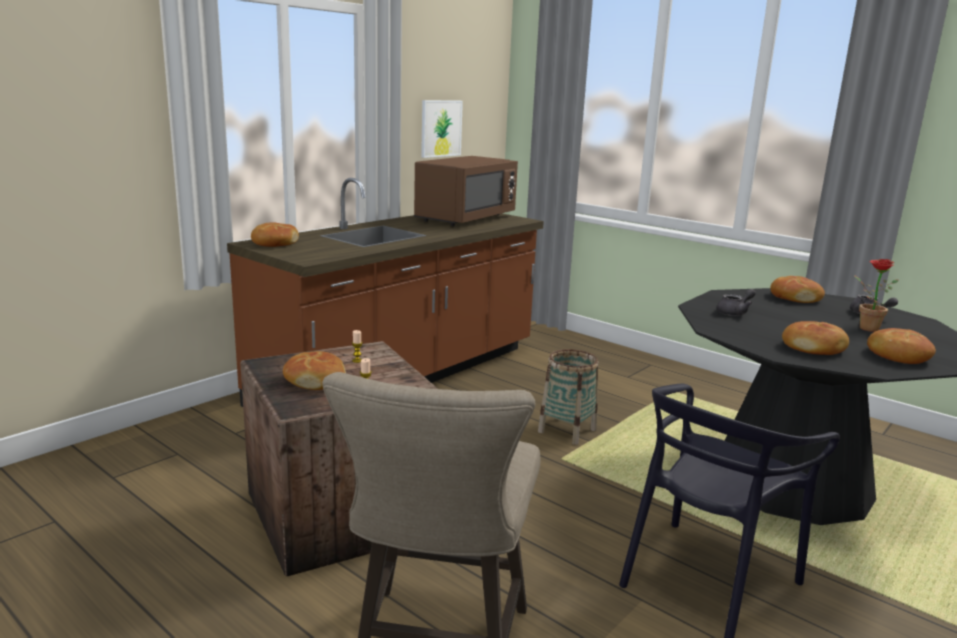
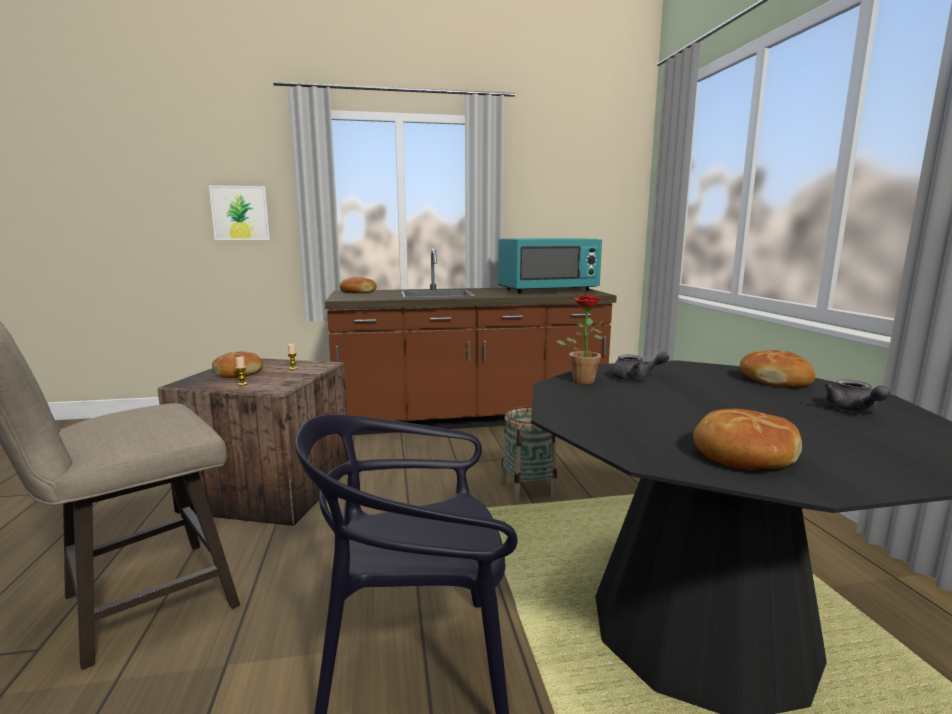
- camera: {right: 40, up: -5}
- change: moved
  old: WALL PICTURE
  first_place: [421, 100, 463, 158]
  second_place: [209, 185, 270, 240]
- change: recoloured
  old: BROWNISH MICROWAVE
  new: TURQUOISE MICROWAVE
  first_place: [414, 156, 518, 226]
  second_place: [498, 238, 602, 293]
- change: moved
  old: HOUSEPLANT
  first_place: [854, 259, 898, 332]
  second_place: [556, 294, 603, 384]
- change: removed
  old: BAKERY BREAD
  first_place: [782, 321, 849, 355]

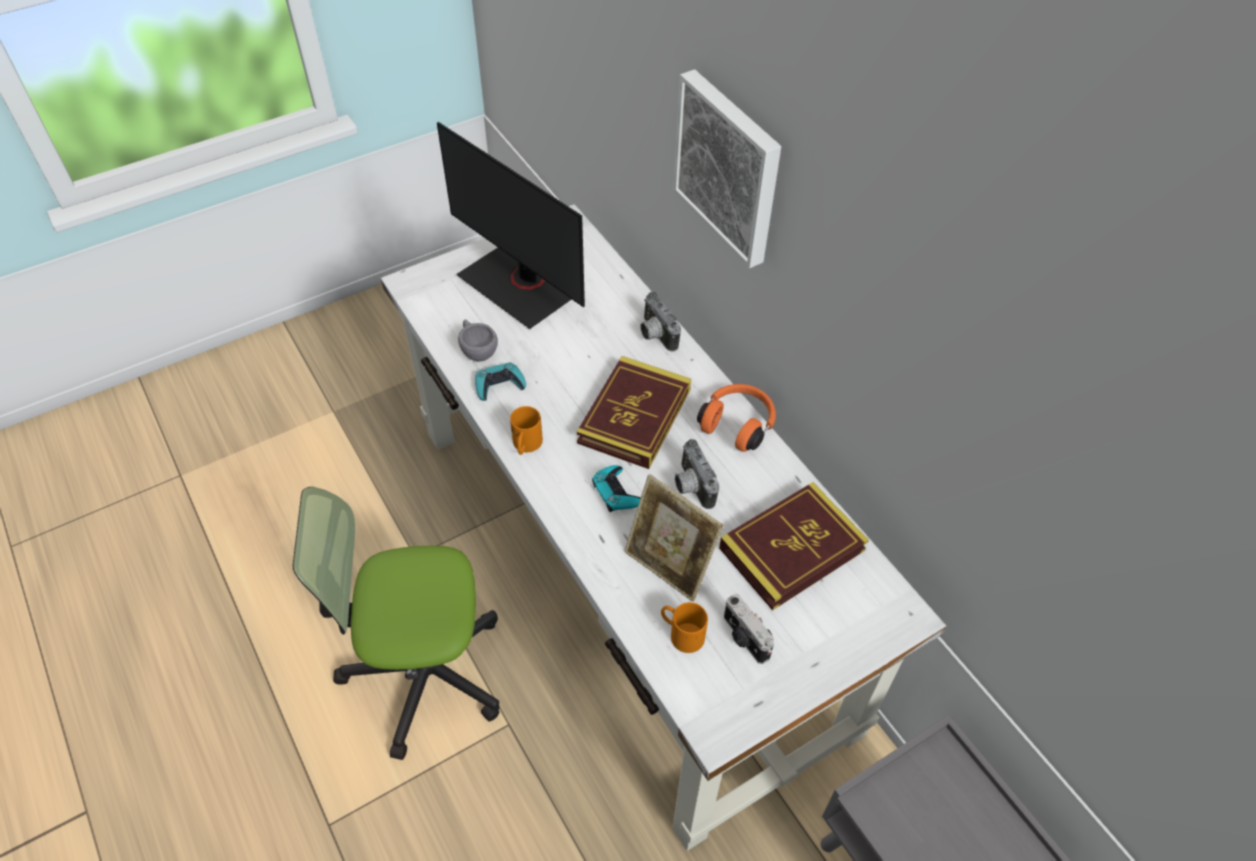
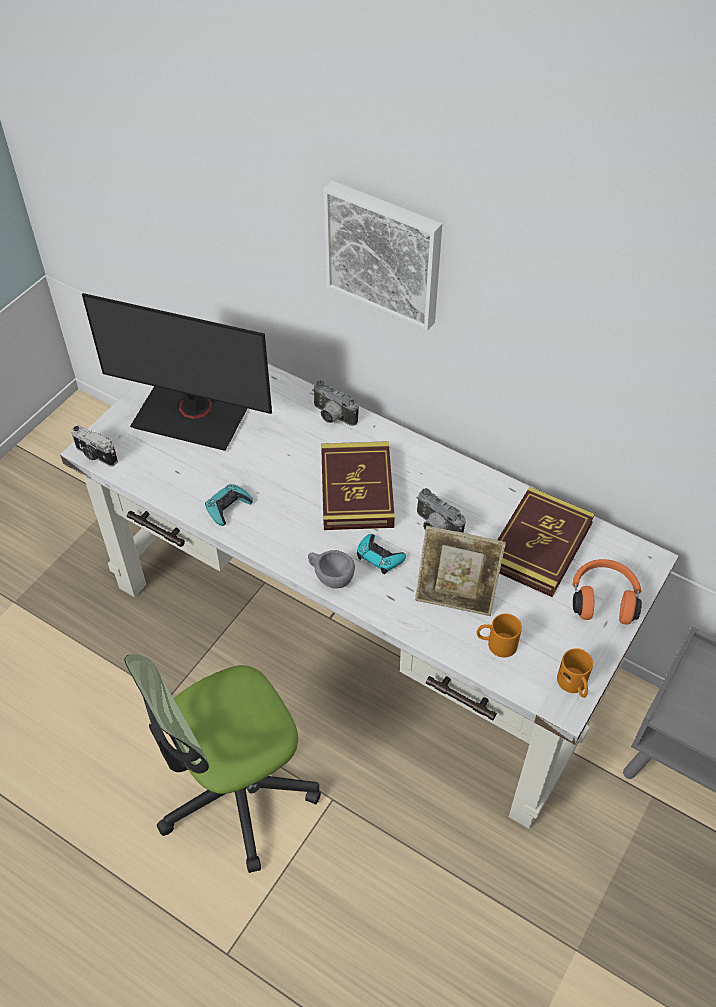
- camera: {right: -25, up: 0}
- change: moved
  old: GREY CUP
  first_place: [458, 320, 498, 362]
  second_place: [308, 550, 355, 589]
- change: moved
  old: ORANGEY PAIR OF HEADPHONES
  first_place: [697, 384, 776, 452]
  second_place: [572, 559, 642, 624]
- change: moved
  old: ORANGEY COFFEE MUG
  first_place: [510, 406, 543, 455]
  second_place: [557, 648, 593, 698]
- change: moved
  old: PHOTO CAMERA
  first_place: [724, 594, 774, 664]
  second_place: [71, 425, 118, 467]

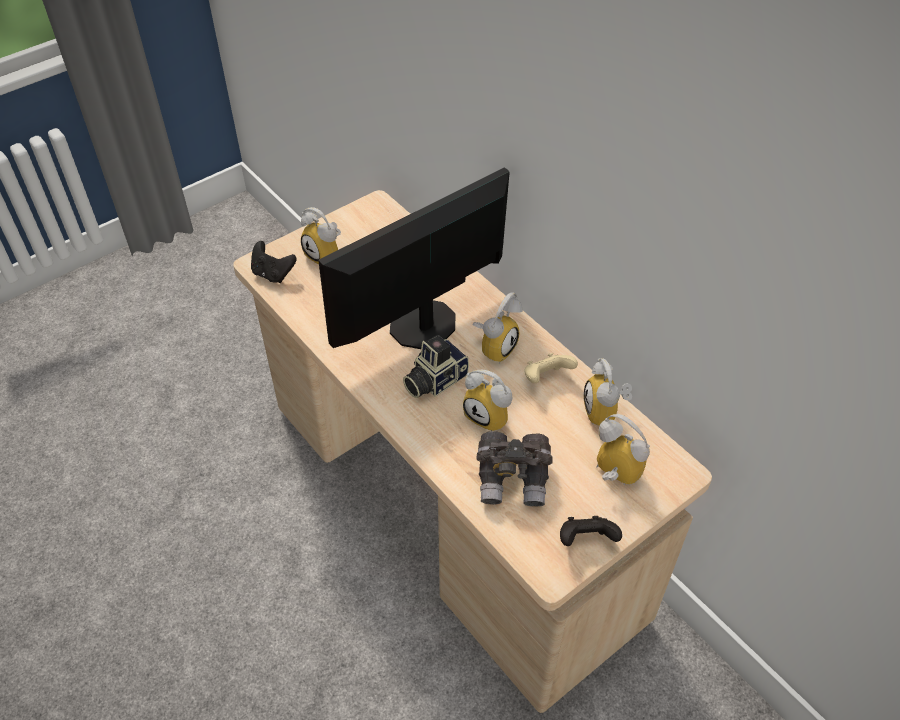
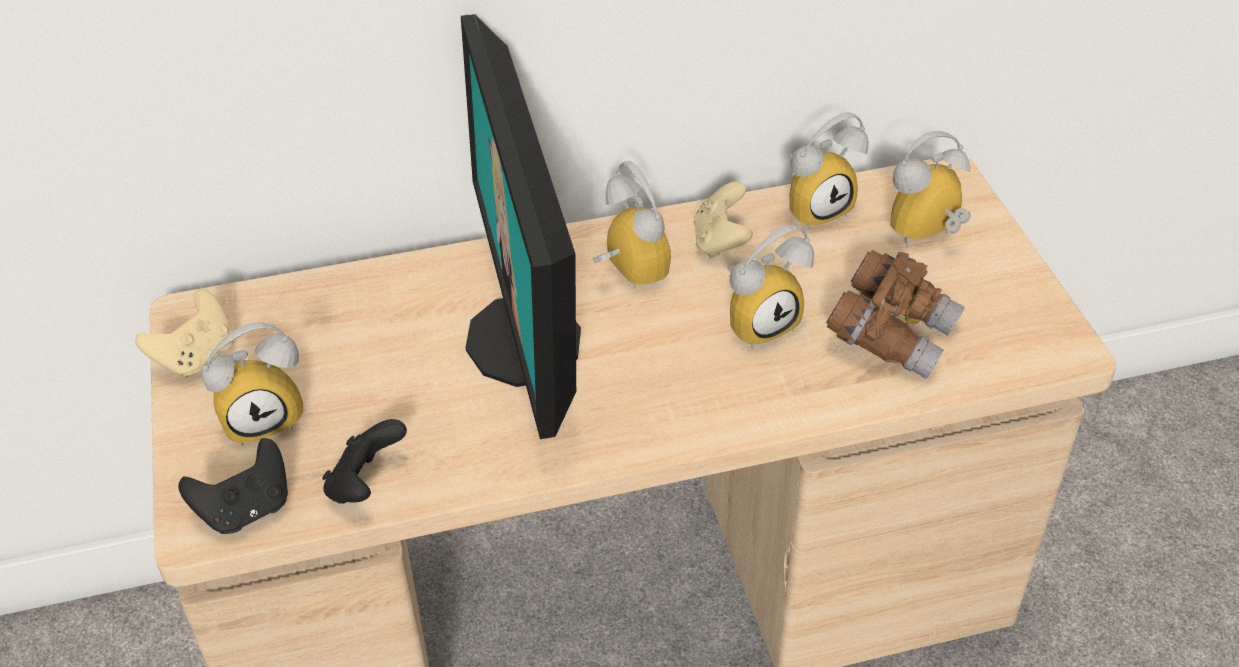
- camera: {right: -65, up: -5}
- change: removed
  old: PHOTO CAMERA
  first_place: [403, 335, 469, 398]
- change: turned
  old: BEDSIDE CLOCK
  first_place: [584, 358, 632, 426]
  second_place: [788, 112, 869, 230]
  degrees: -45
- change: recoloured
  old: GREY BINOCULARS
  new: BROWNISH BINOCULARS
  first_place: [476, 431, 553, 507]
  second_place: [826, 250, 965, 379]
- change: moved
  old: BLACK-COLOURED JOYPAD
  first_place: [560, 516, 622, 546]
  second_place: [322, 419, 407, 504]
- change: added
  new: BEIGE JOYPAD
  second_place: [135, 290, 233, 378]

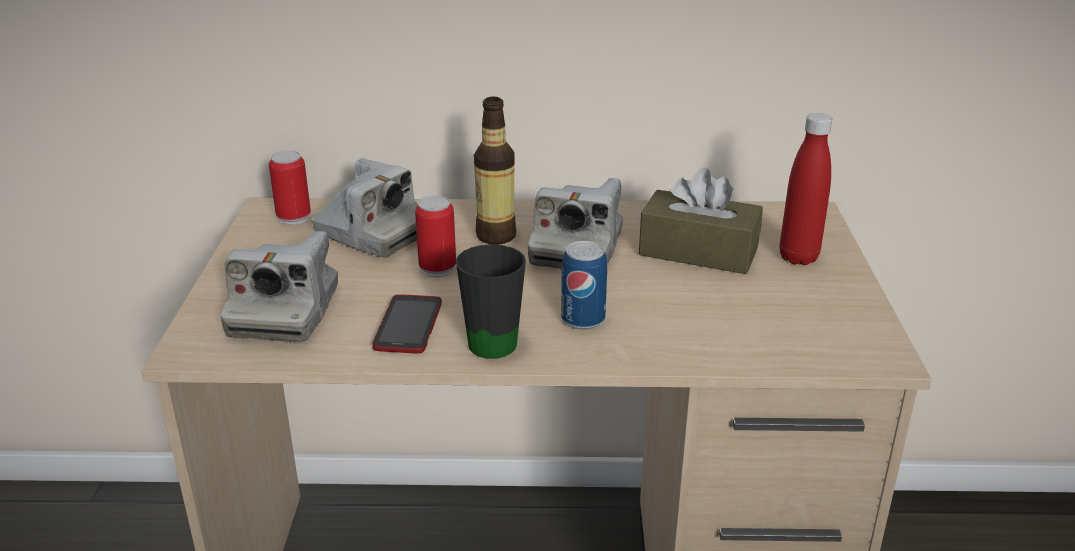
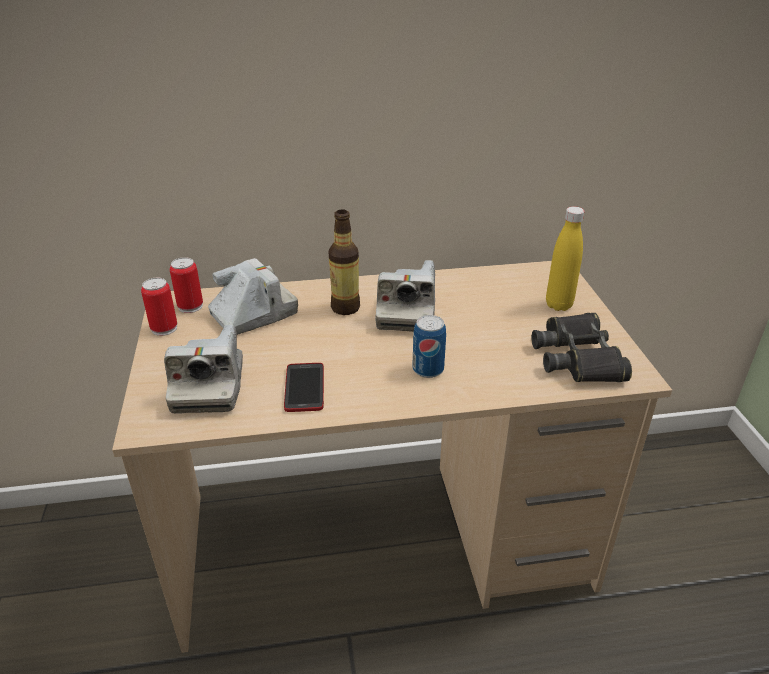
- camera: {right: -10, up: 5}
- change: recoloured
  old: RED BEVERAGE BOTTLE
  new: YELLOWISH BEVERAGE BOTTLE
  first_place: [779, 113, 832, 265]
  second_place: [546, 206, 585, 311]
- change: turned
  old: PHOTO CAMERA
  first_place: [311, 158, 418, 258]
  second_place: [208, 258, 298, 335]
  degrees: -60
- change: removed
  old: BROWNISH TISSUE HOLDER
  first_place: [639, 167, 763, 274]
- change: moved
  old: SEALED CAN
  first_place: [415, 196, 456, 277]
  second_place: [141, 278, 177, 336]
- change: removed
  old: BLACK-COLOURED COFFEE MUG
  first_place: [456, 244, 526, 359]
- change: added
  new: BLACK-COLOURED BINOCULARS
  second_place: [531, 313, 632, 382]

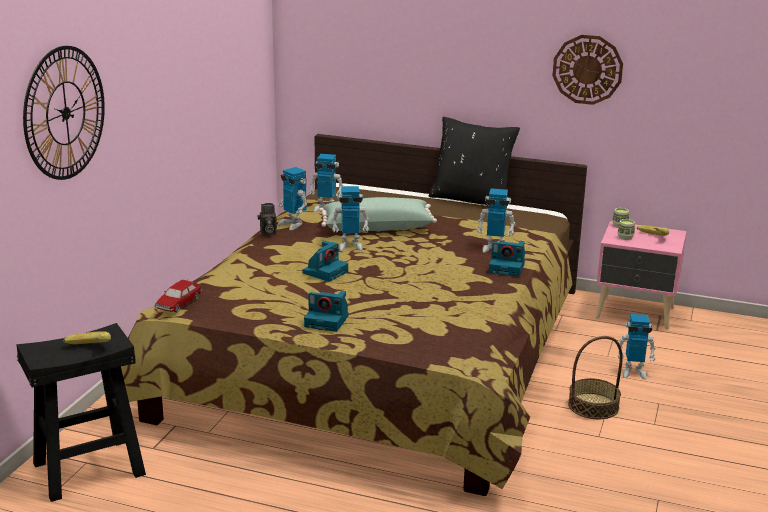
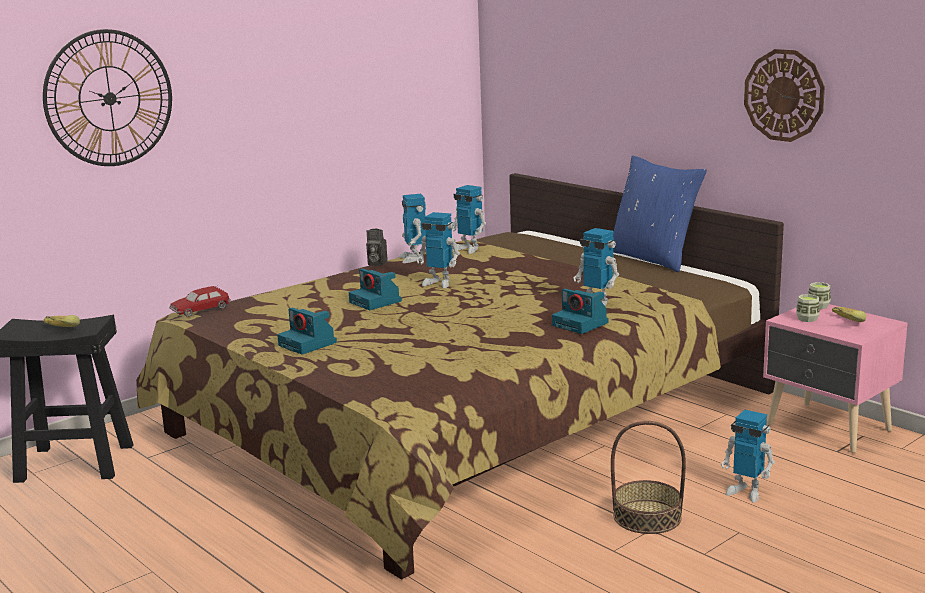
- camera: {right: 30, up: -5}
- change: recoloured
  old: BLACK-COLOURED THROW PILLOW
  new: BLUE THROW PILLOW
  first_place: [429, 117, 520, 210]
  second_place: [613, 156, 707, 272]
- change: removed
  old: GREENISH THROW PILLOW
  first_place: [319, 197, 437, 231]
- change: turned
  old: PHOTO CAMERA
  first_place: [303, 241, 348, 282]
  second_place: [349, 269, 402, 310]
  degrees: 75

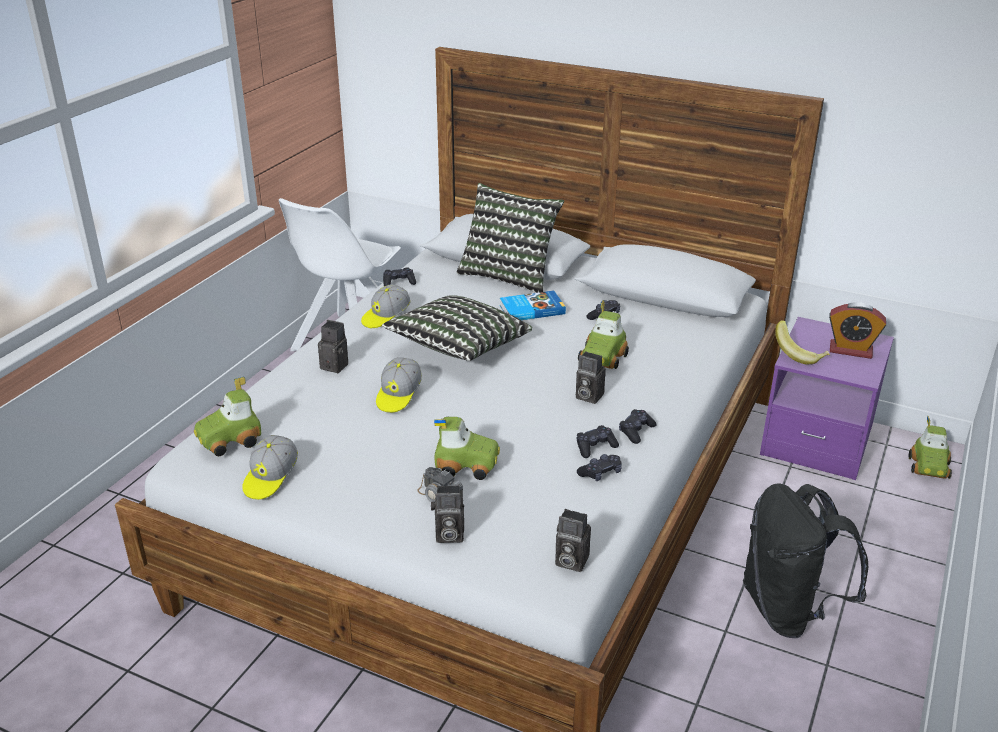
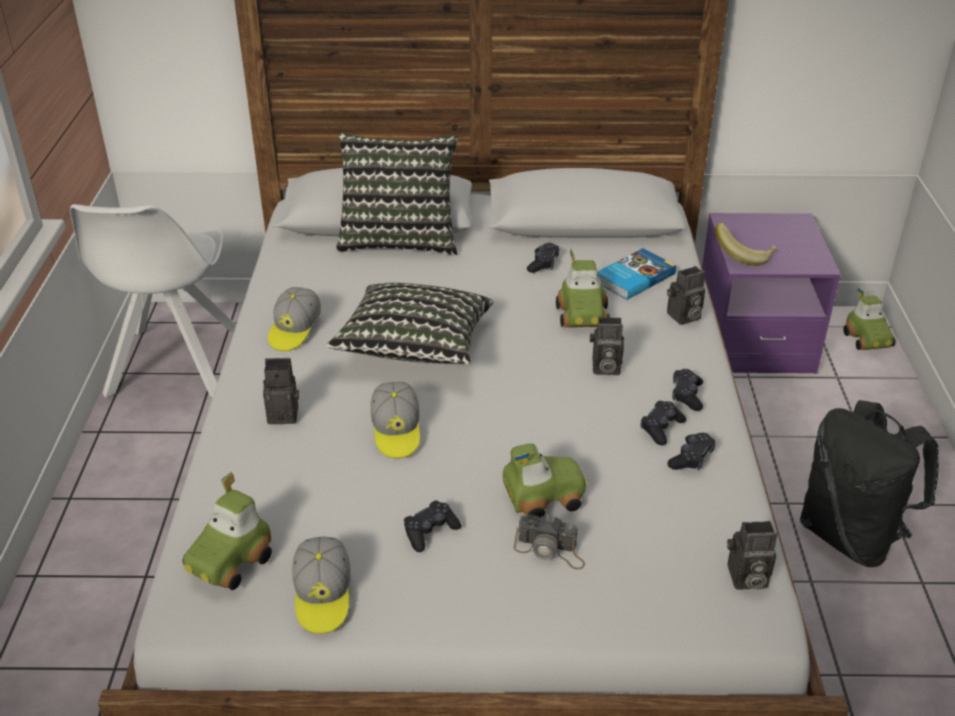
- camera: {right: -25, up: 5}
- change: moved
  old: BLACK-COLOURED JOYPAD
  first_place: [383, 268, 416, 286]
  second_place: [404, 500, 461, 552]
- change: moved
  old: BOOK
  first_place: [500, 291, 566, 320]
  second_place: [597, 248, 676, 300]
- change: removed
  old: BEDSIDE CLOCK
  first_place: [829, 302, 886, 359]
- change: moved
  old: PHOTO CAMERA
  first_place: [431, 486, 464, 543]
  second_place: [667, 266, 706, 325]

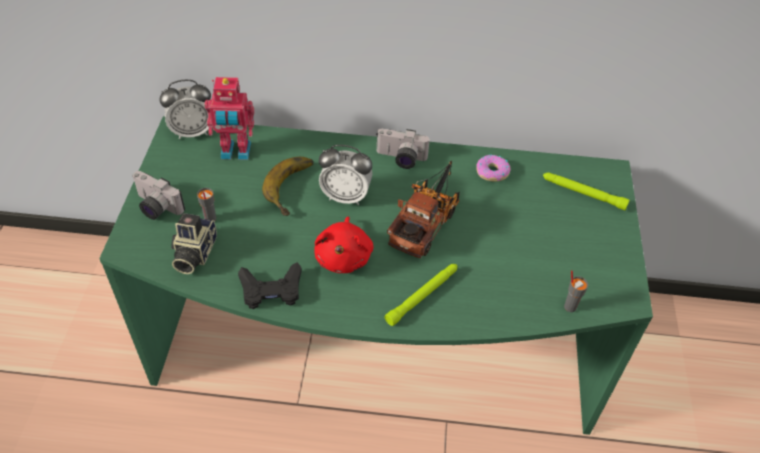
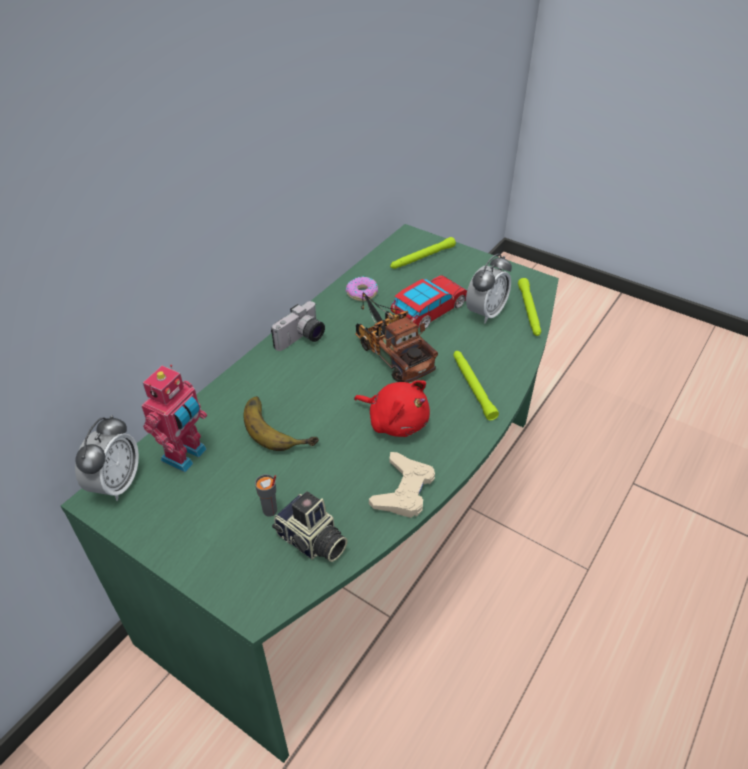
- camera: {right: -60, up: -5}
- change: moved
  old: BEDSIDE CLOCK
  first_place: [319, 145, 372, 205]
  second_place: [466, 254, 512, 323]
- change: removed
  old: PHOTO CAMERA
  first_place: [132, 171, 185, 220]
- change: recoloured
  old: BLACK-COLOURED JOYPAD
  new: BEIGE JOYPAD
  first_place: [238, 262, 302, 309]
  second_place: [369, 452, 435, 518]
- change: replaced
  old: GREY CUP
  new: GREENISH HAND TORCH
  first_place: [564, 270, 588, 312]
  second_place: [518, 278, 541, 336]
- change: added
  new: TOY CAR
  second_place: [391, 275, 467, 329]

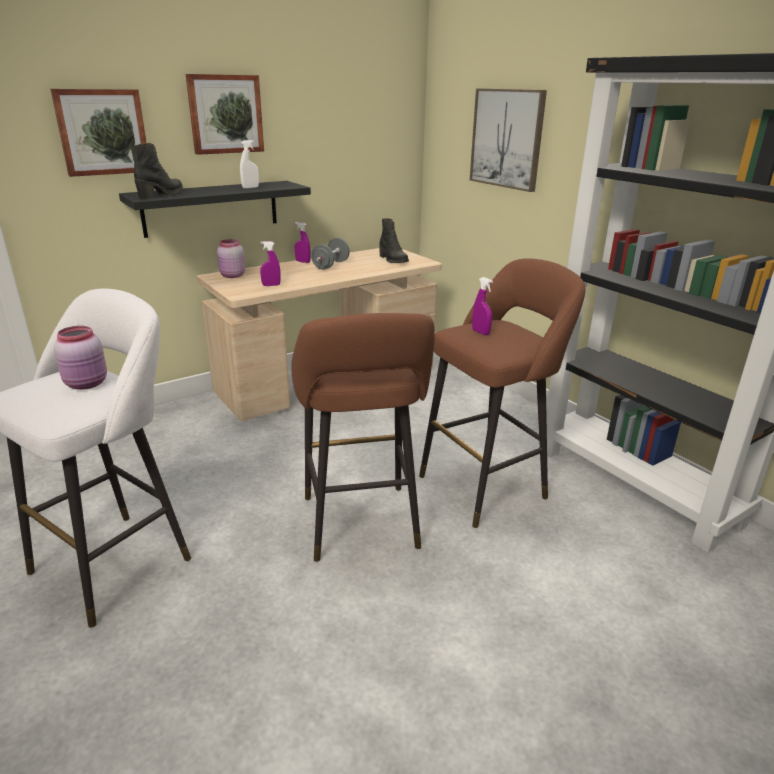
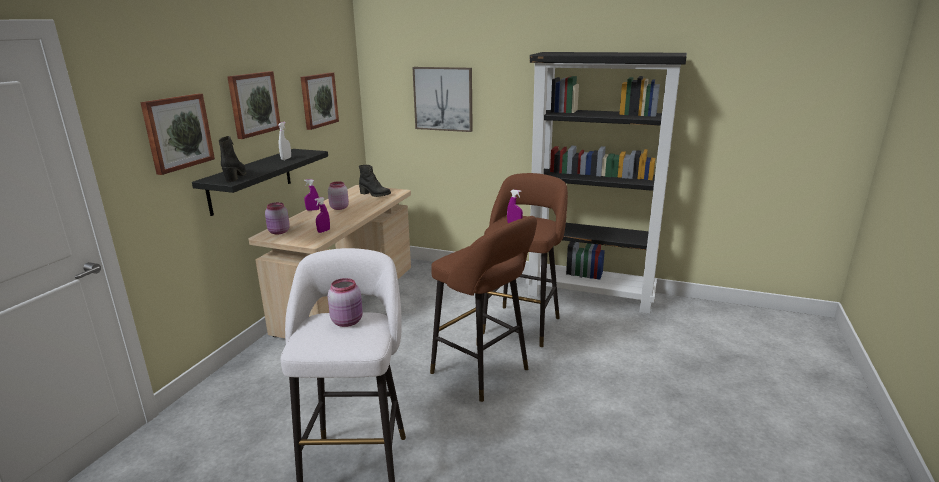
- camera: {right: -35, up: -5}
- change: replaced
  old: GREY HAND WEIGHT
  new: PINKISH PRESERVE JAR
  first_place: [311, 238, 350, 270]
  second_place: [328, 181, 349, 210]
- change: added
  new: WALL PICTURE
  second_place: [301, 72, 339, 130]

